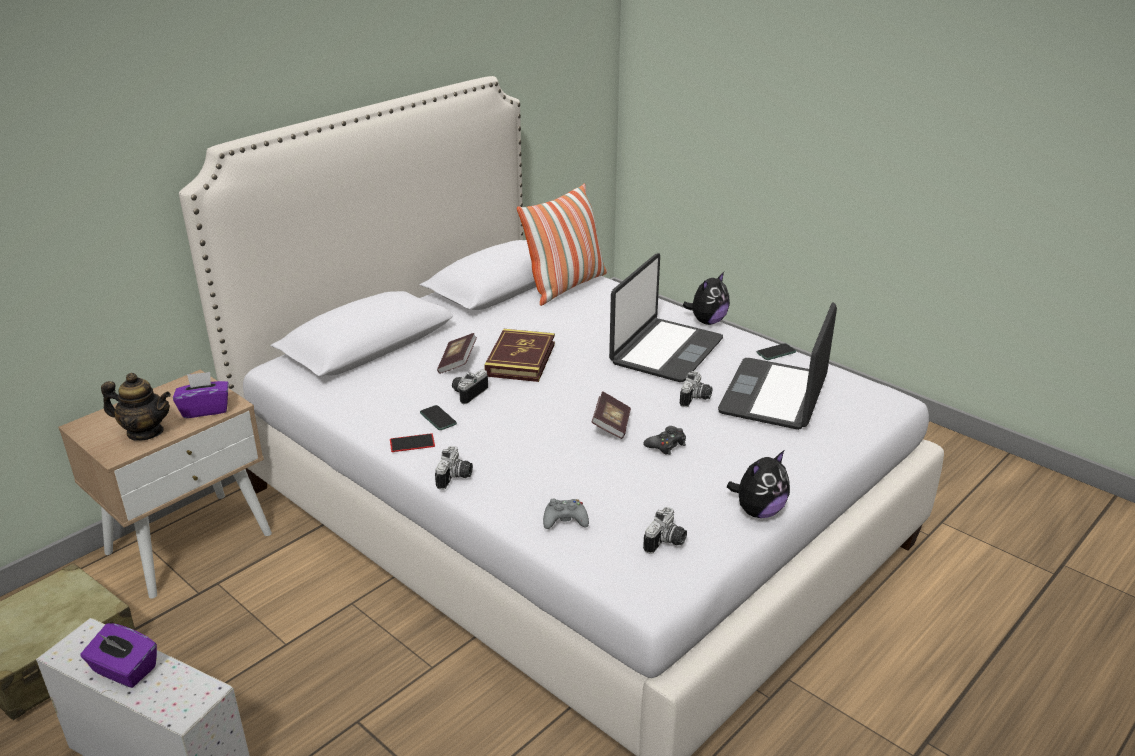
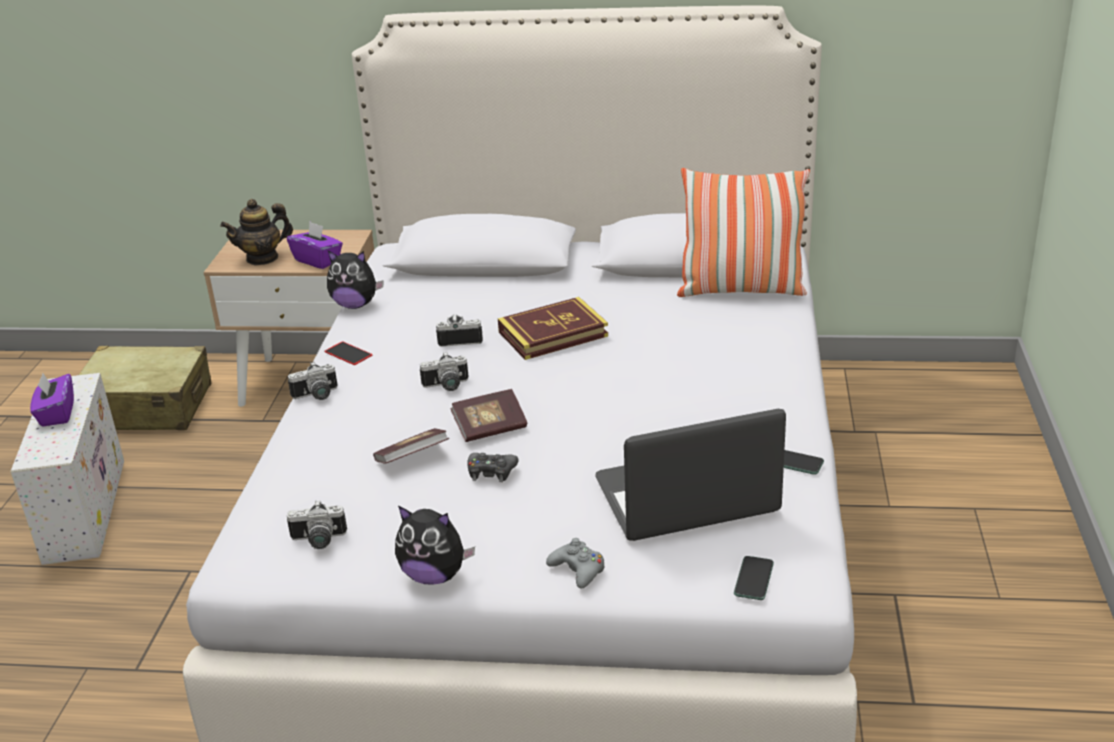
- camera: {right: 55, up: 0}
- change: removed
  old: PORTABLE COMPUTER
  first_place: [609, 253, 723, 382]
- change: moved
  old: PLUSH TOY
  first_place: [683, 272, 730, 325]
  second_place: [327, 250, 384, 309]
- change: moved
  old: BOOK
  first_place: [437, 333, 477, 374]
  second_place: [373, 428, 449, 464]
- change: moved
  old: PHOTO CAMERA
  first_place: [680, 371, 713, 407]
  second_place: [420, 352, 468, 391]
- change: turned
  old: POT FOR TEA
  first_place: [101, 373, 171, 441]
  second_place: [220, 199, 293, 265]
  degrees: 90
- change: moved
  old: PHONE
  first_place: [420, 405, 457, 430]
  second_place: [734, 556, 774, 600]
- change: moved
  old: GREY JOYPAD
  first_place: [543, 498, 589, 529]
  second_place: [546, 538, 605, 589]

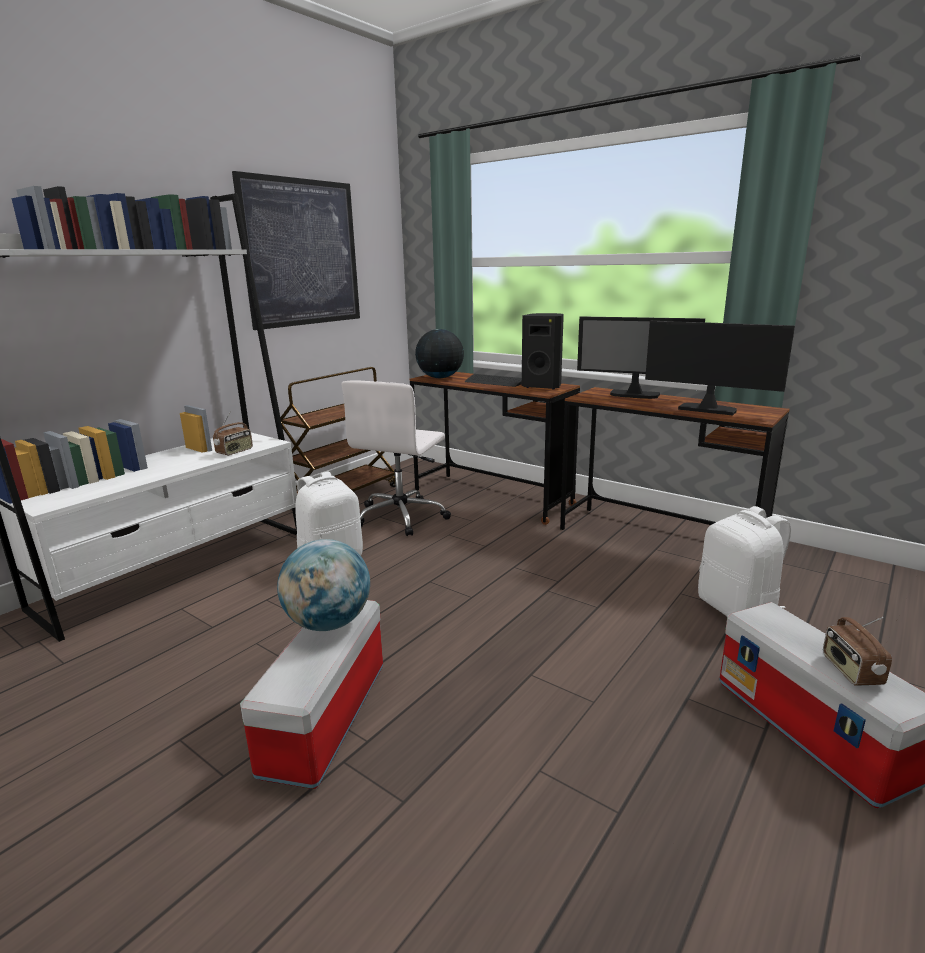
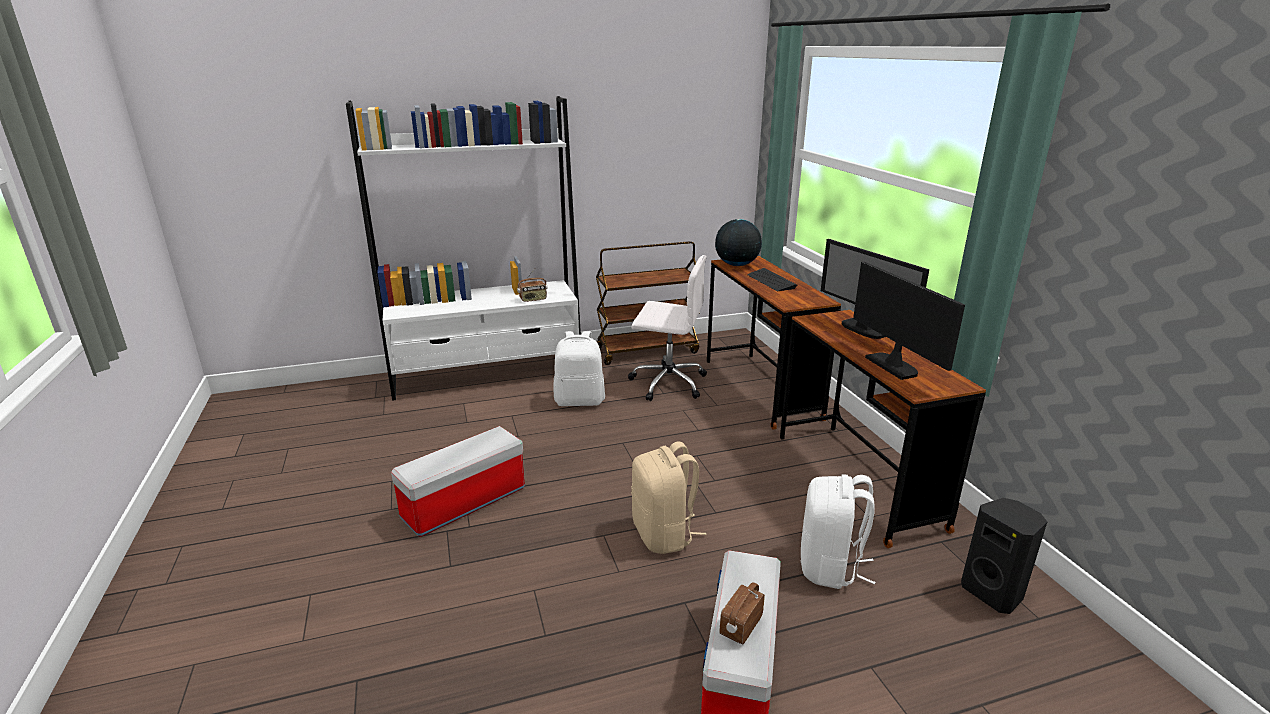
- camera: {right: 35, up: 5}
- change: removed
  old: WALL PICTURE
  first_place: [232, 171, 360, 330]
- change: moved
  old: BLACK-COLOURED SPEAKER
  first_place: [522, 313, 564, 389]
  second_place: [961, 498, 1047, 614]
- change: turned
  old: WHITE DESK CHAIR
  first_place: [342, 380, 451, 536]
  second_place: [628, 255, 707, 401]
  degrees: -135
- change: removed
  old: WORLD GLOBE
  first_place: [277, 539, 370, 631]
- change: added
  new: BEIGE BACKPACK
  second_place: [631, 442, 706, 554]

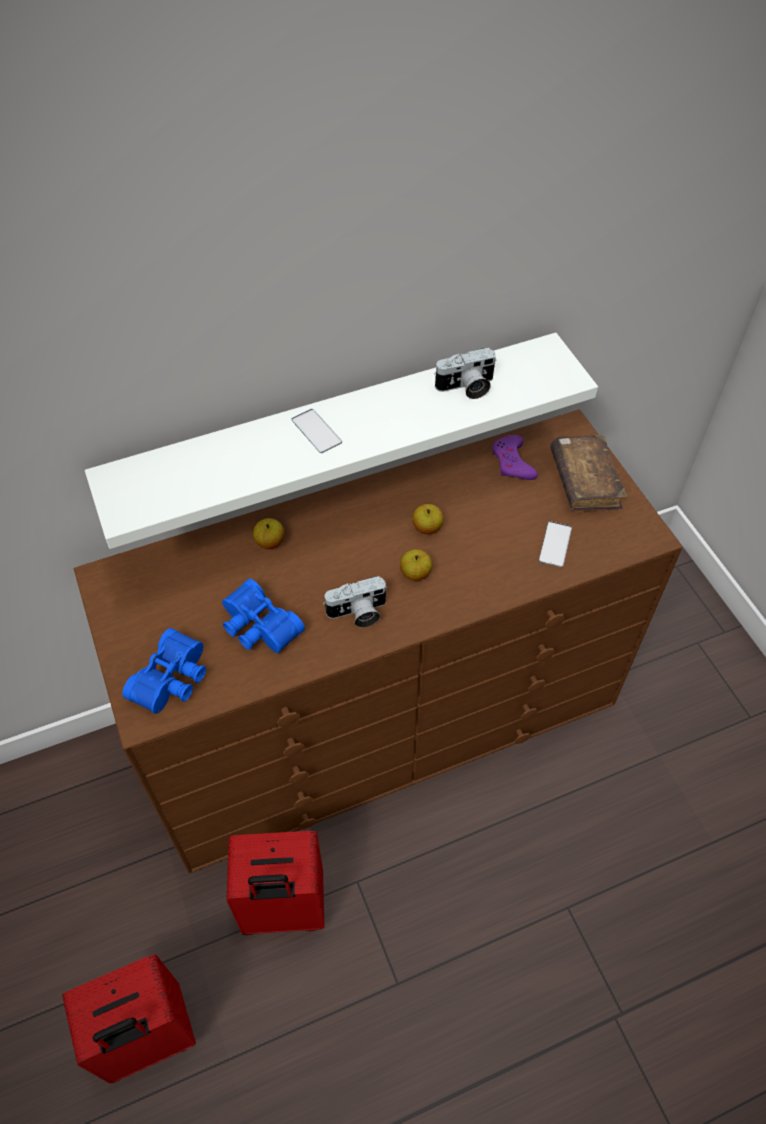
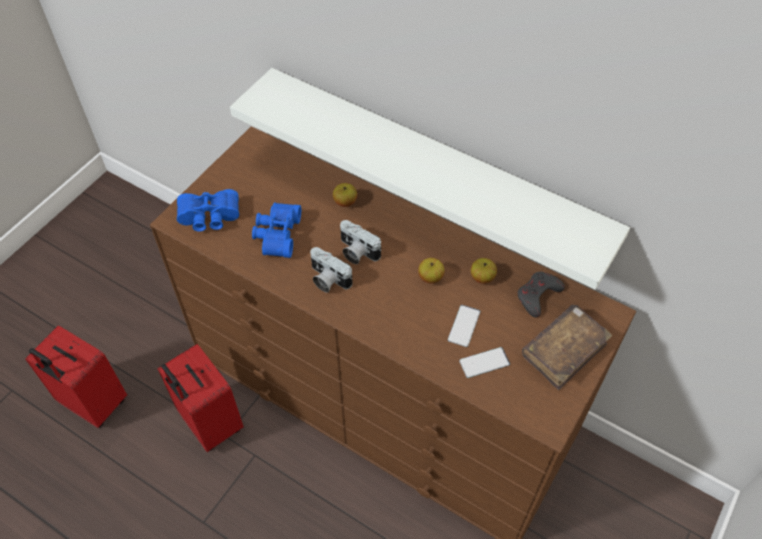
- camera: {right: 55, up: 0}
- change: moved
  old: PHOTO CAMERA
  first_place: [434, 347, 496, 399]
  second_place: [340, 220, 381, 264]
- change: moved
  old: PHONE
  first_place: [291, 409, 342, 453]
  second_place: [448, 305, 480, 347]
- change: recoloured
  old: PURPLISH JOYPAD
  new: GREY JOYPAD
  first_place: [492, 435, 538, 480]
  second_place: [517, 272, 565, 318]
- change: moved
  old: APPLE FRUIT
  first_place: [400, 549, 432, 581]
  second_place: [471, 258, 497, 284]

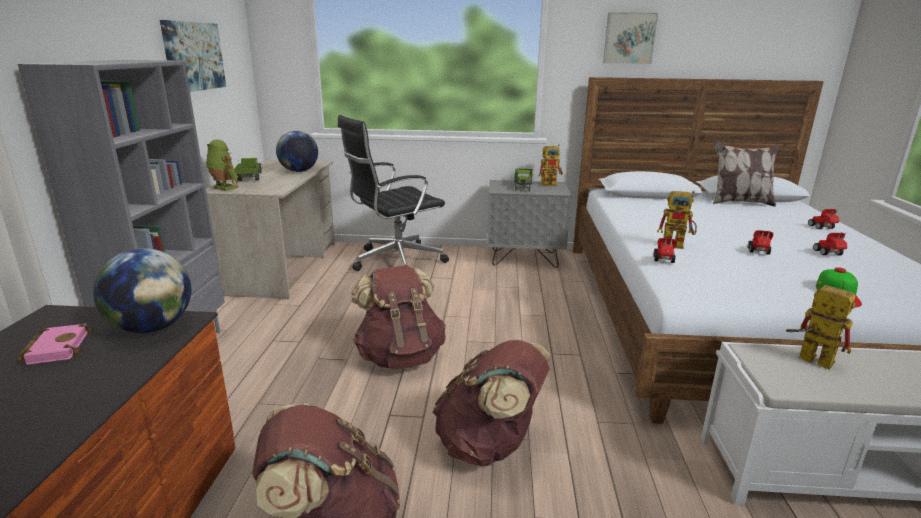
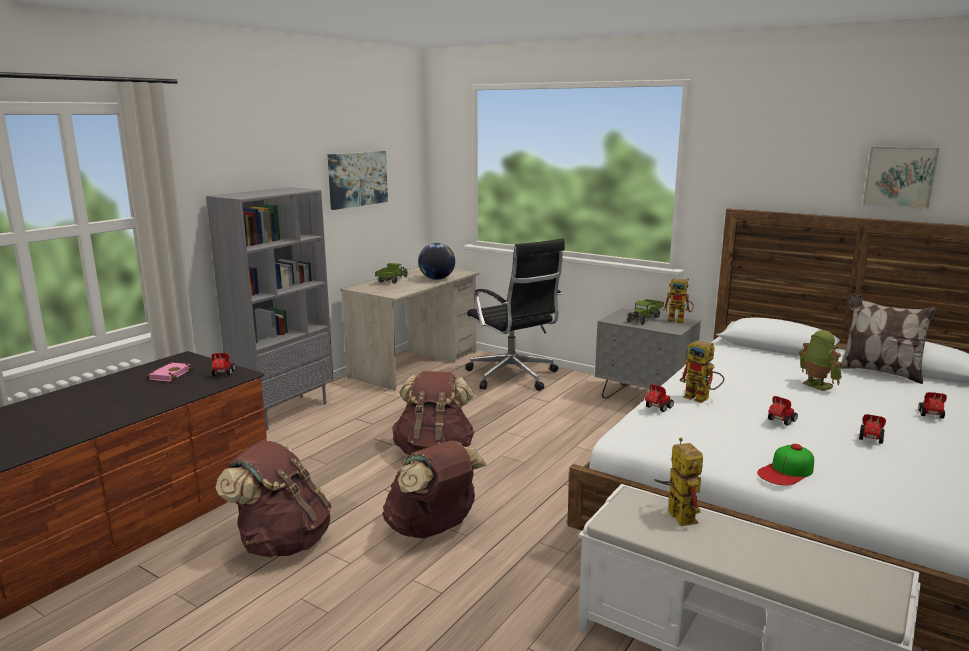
- camera: {right: 30, up: -5}
- change: moved
  old: WALL PICTURE
  first_place: [603, 12, 658, 64]
  second_place: [862, 146, 939, 209]
- change: turned
  old: BLACK-COLOURED DESK CHAIR
  first_place: [338, 115, 449, 271]
  second_place: [465, 239, 565, 391]
  degrees: -120
- change: moved
  old: TOY ROBOT
  first_place: [206, 139, 238, 191]
  second_place: [799, 330, 842, 391]
- change: replaced
  old: WORLD GLOBE
  new: TOY CAR
  first_place: [93, 248, 191, 333]
  second_place: [211, 353, 235, 376]

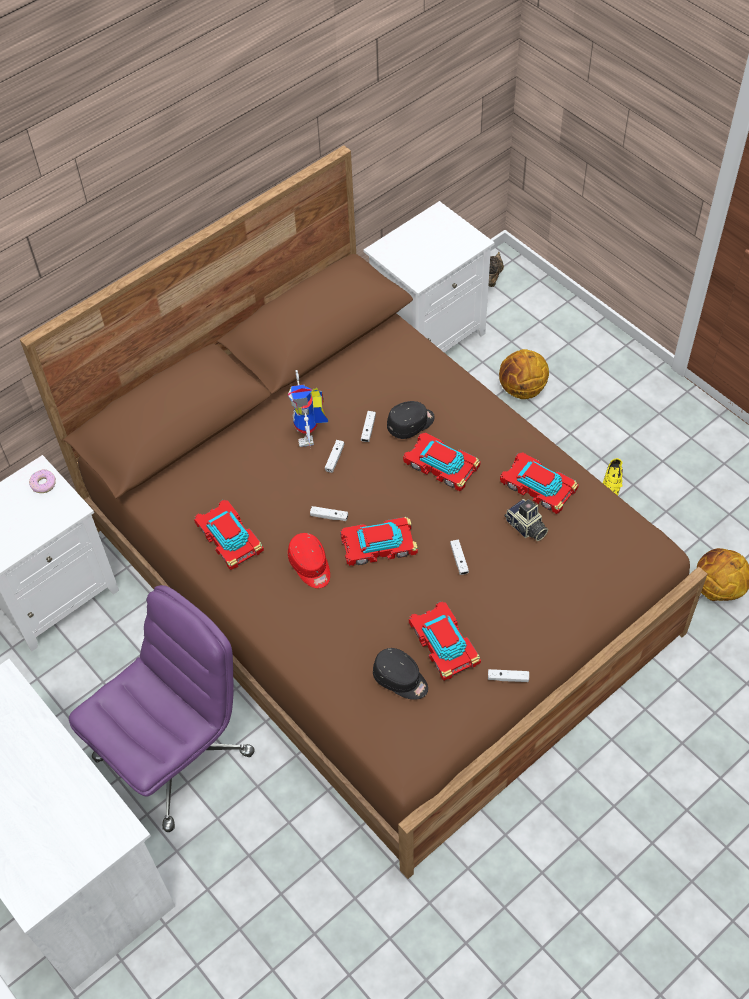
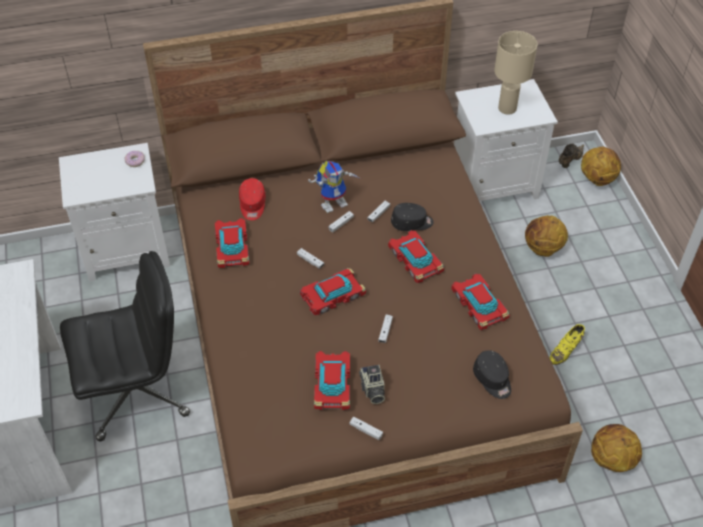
- camera: {right: 25, up: -5}
- change: turned
  old: TOY ROBOT
  first_place: [288, 370, 328, 447]
  second_place: [308, 161, 360, 213]
  degrees: -135
- change: moved
  old: PHOTO CAMERA
  first_place: [504, 499, 548, 541]
  second_place: [359, 364, 385, 404]
- change: turned
  old: TOY CAR
  first_place: [340, 517, 418, 566]
  second_place: [300, 268, 366, 315]
  degrees: -45
- change: moved
  old: RED PEAKED CAP
  first_place: [288, 533, 330, 588]
  second_place: [239, 178, 266, 221]
- change: recoloured
  old: PURPLISH DESK CHAIR
  new: BLACK-COLOURED DESK CHAIR
  first_place: [69, 585, 255, 832]
  second_place: [60, 251, 190, 441]
- change: moved
  old: BLACK-COLOURED PEAKED CAP
  first_place: [373, 648, 428, 700]
  second_place: [473, 350, 511, 399]
- change: added
  new: BEIGE TABLE LAMP
  second_place: [494, 31, 538, 115]
- change: added
  new: BASKETBALL BALL
  second_place: [581, 147, 621, 186]

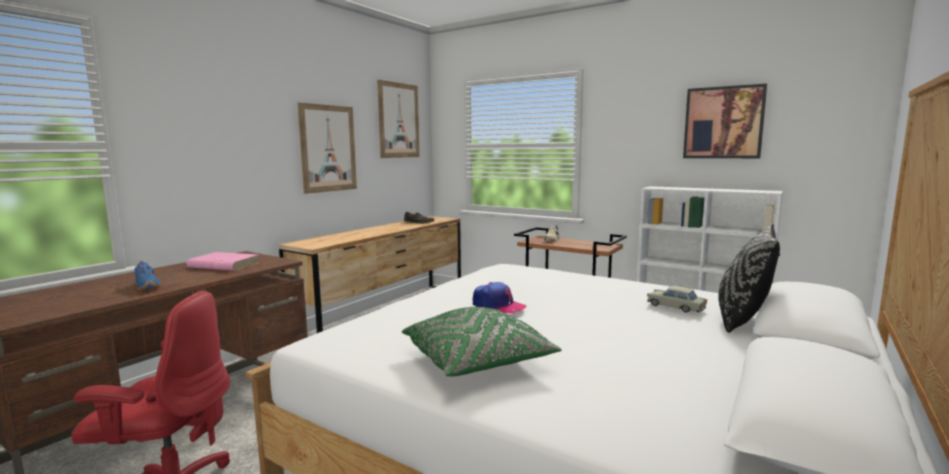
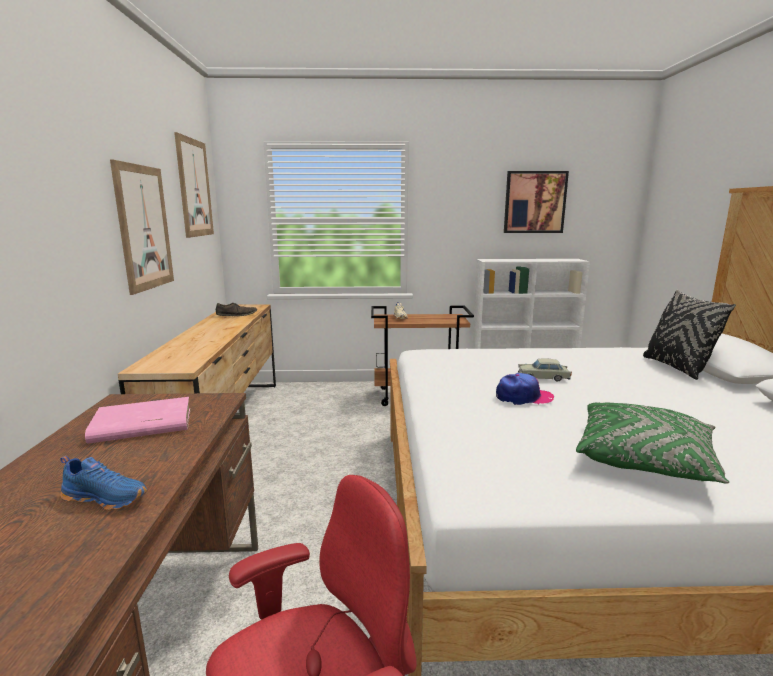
- camera: {right: -35, up: 5}
- change: moved
  old: BEIGE TOY CAR
  first_place: [647, 286, 707, 313]
  second_place: [518, 358, 572, 381]

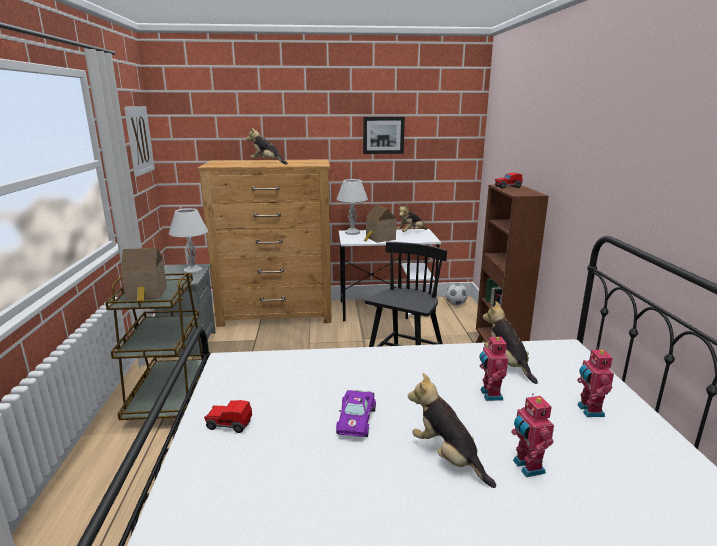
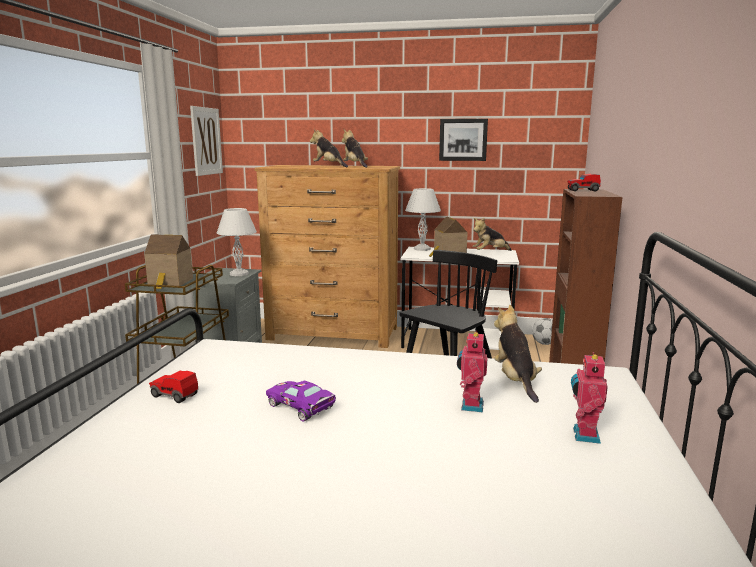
- camera: {right: 15, up: -5}
- change: moved
  old: PLUSH TOY
  first_place: [408, 373, 496, 488]
  second_place: [342, 128, 368, 168]
- change: turned
  old: PURPLISH TOY CAR
  first_place: [336, 390, 376, 437]
  second_place: [266, 380, 336, 422]
  degrees: 105
- change: removed
  old: TOY ROBOT
  first_place: [511, 393, 554, 477]

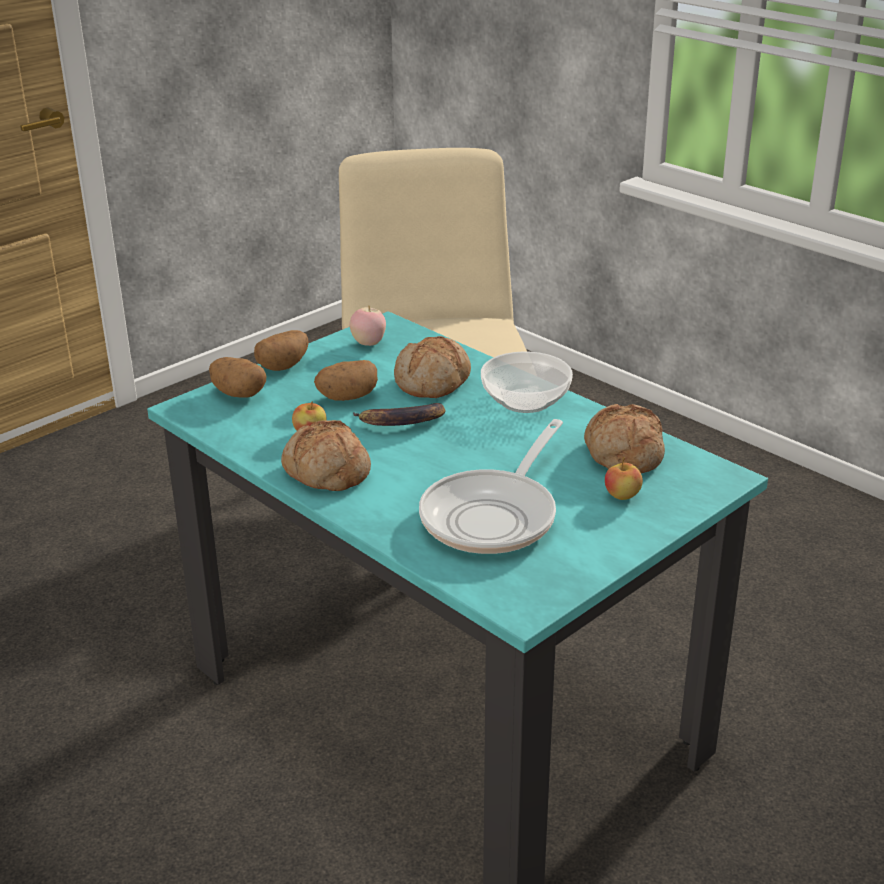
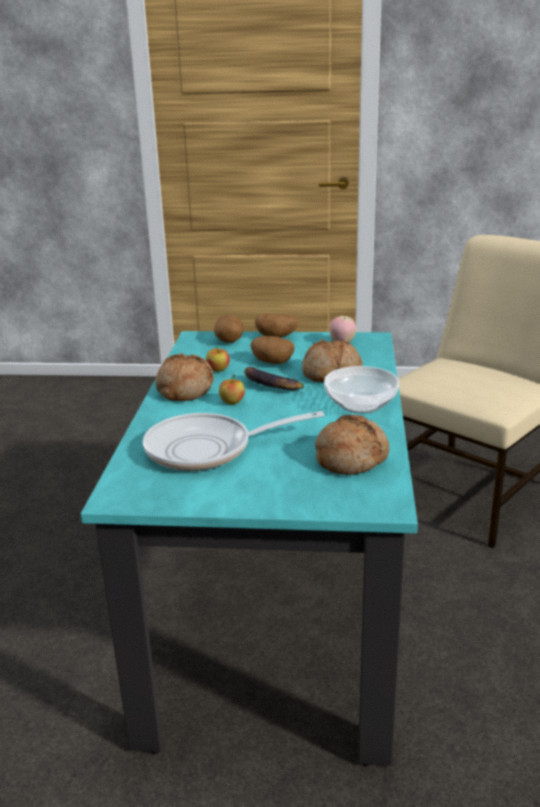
- camera: {right: 50, up: -5}
- change: moved
  old: APPLE FRUIT
  first_place: [605, 457, 643, 500]
  second_place: [219, 375, 245, 404]

